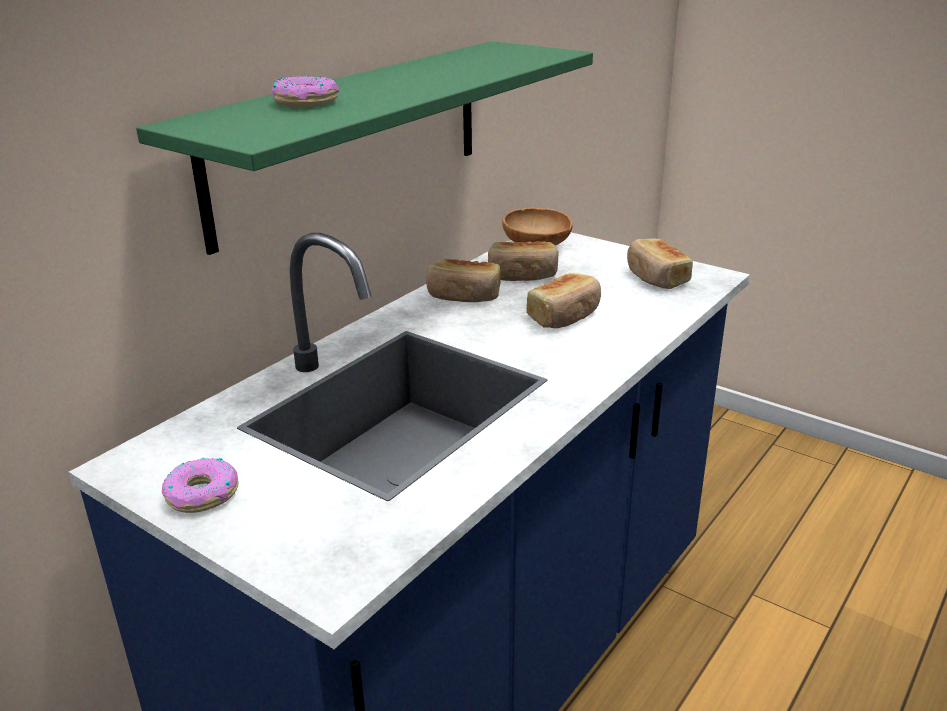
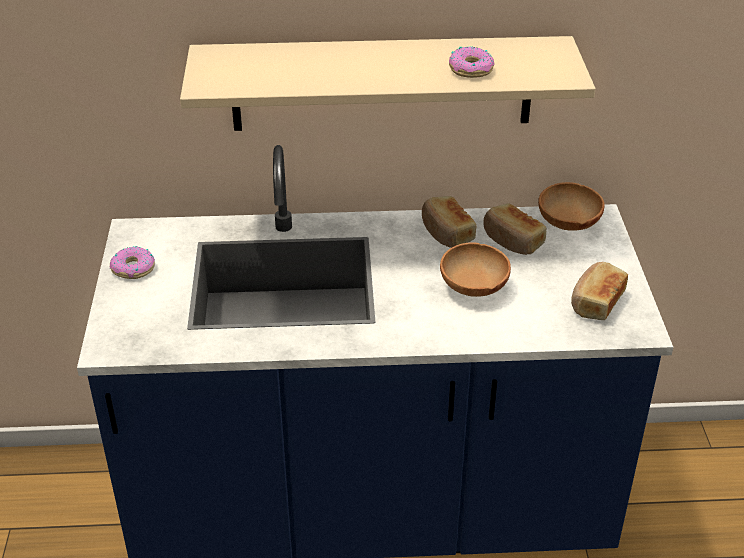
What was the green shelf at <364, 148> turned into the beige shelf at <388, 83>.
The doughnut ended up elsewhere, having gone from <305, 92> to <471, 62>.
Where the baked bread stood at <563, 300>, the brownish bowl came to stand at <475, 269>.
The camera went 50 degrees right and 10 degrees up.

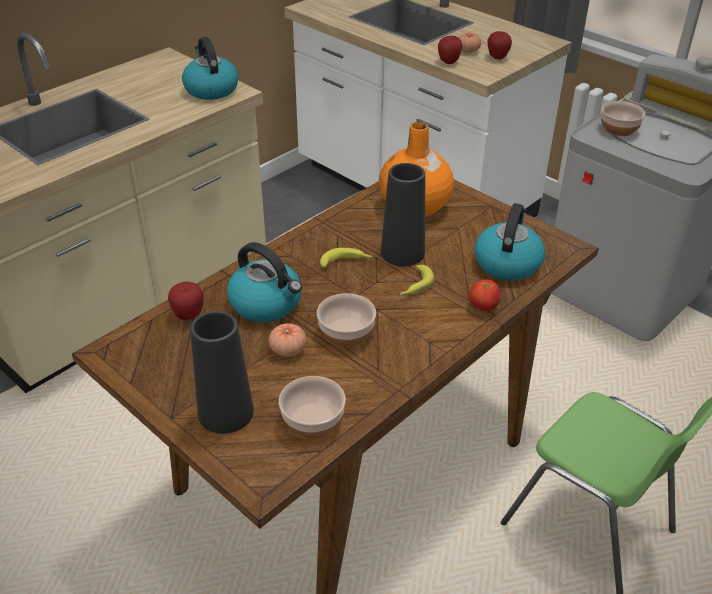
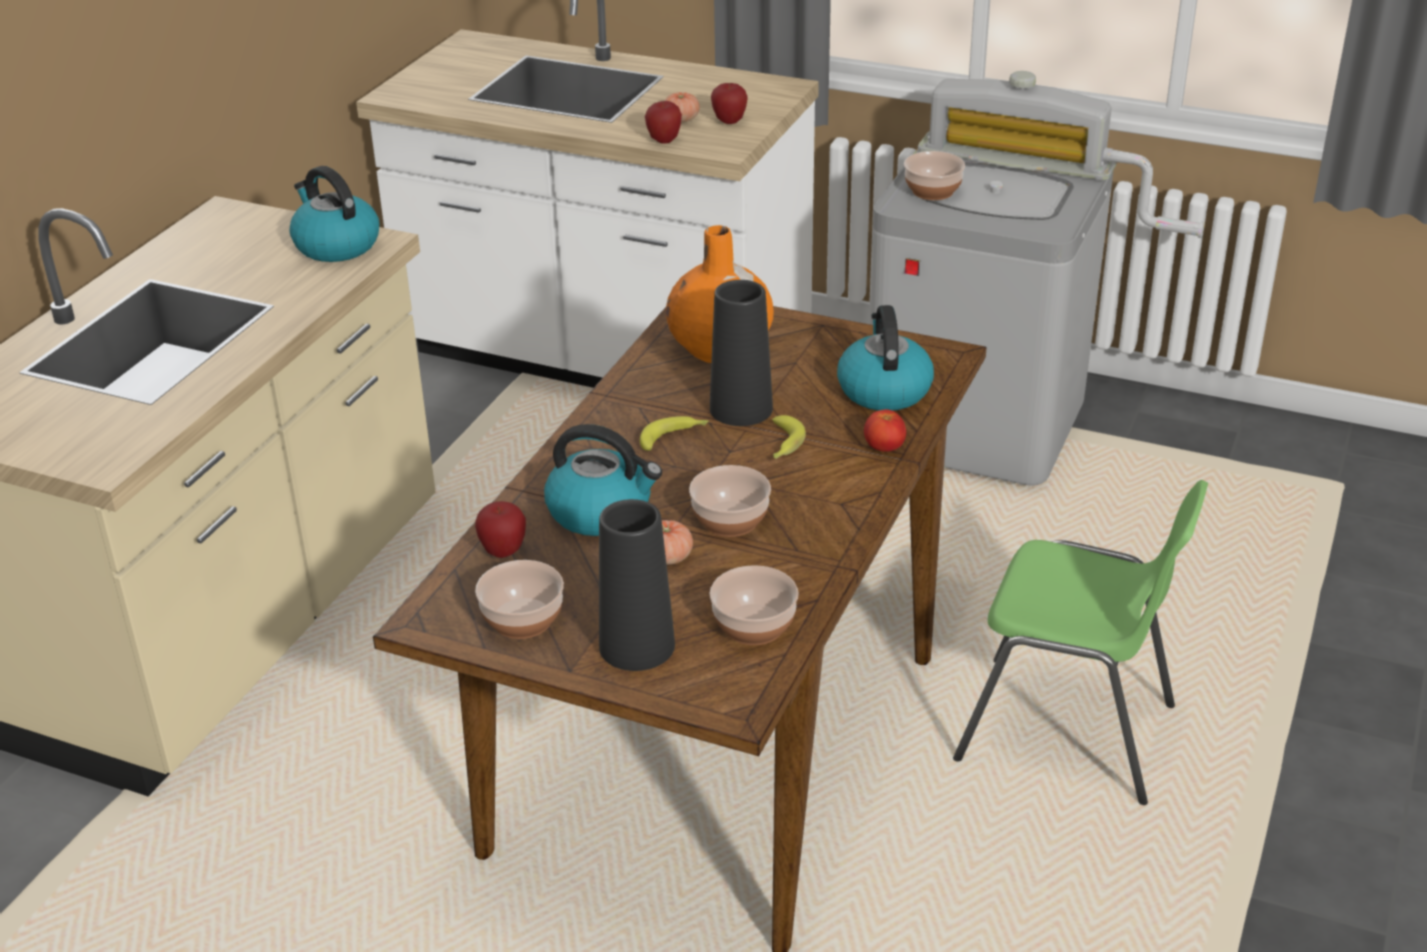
The second view gained the bowl at <519, 599>.
The camera went 20 degrees left and 5 degrees down.

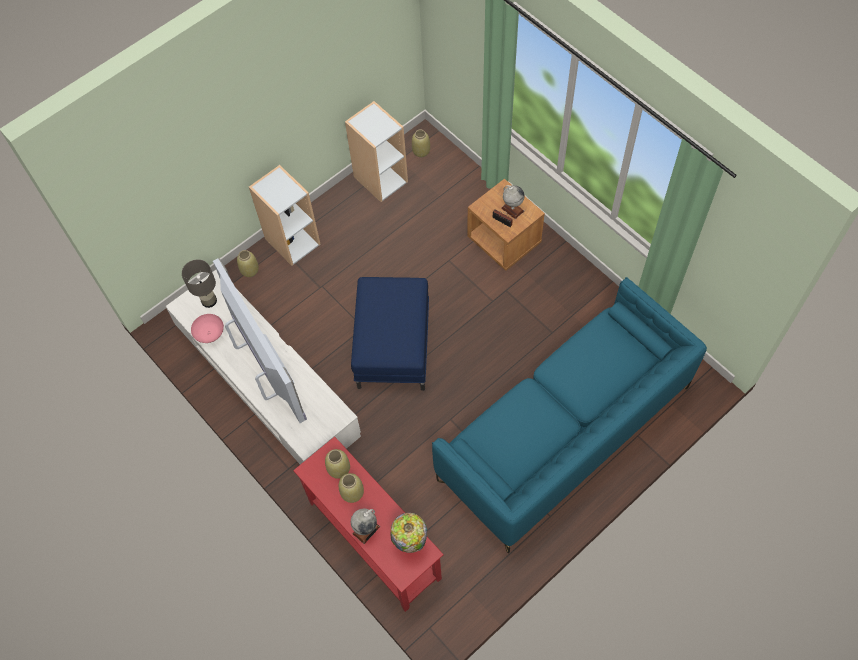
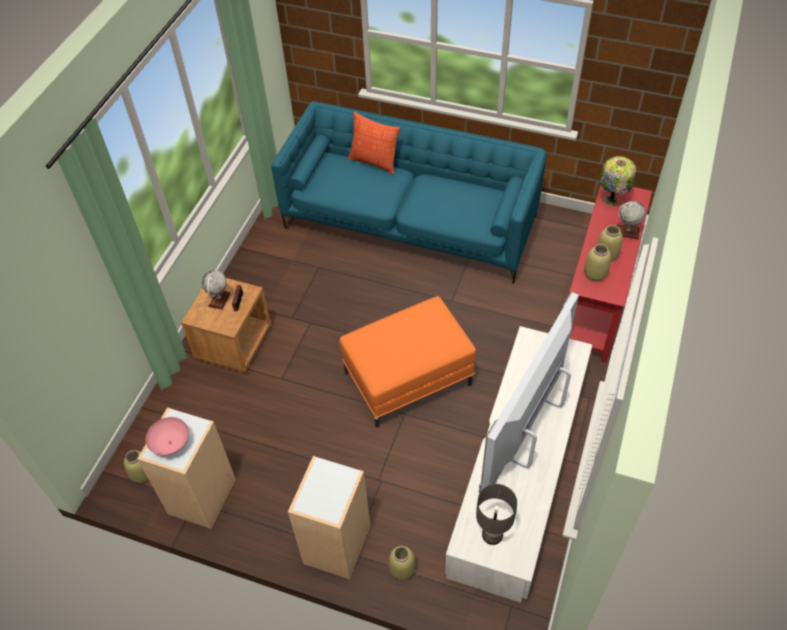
The pinkish bowl ended up elsewhere, having gone from <207, 328> to <167, 436>.
What was the blue footrest at <390, 334> turned into the orange-coloured footrest at <407, 362>.
The second view gained the orange-coloured pillow at <374, 143>.
The camera went 120 degrees left and 10 degrees down.

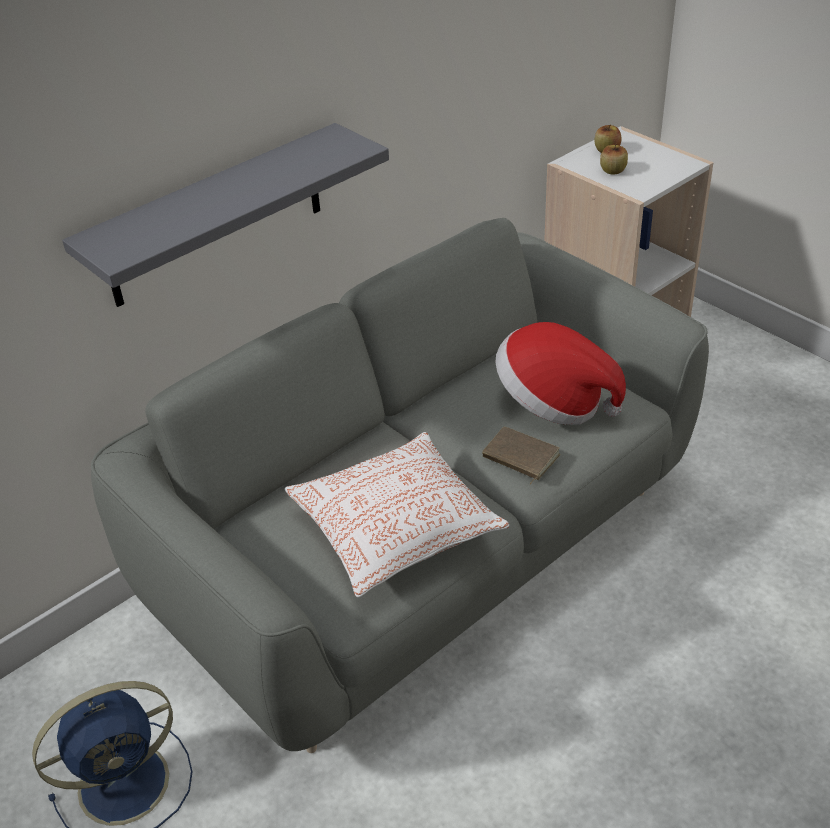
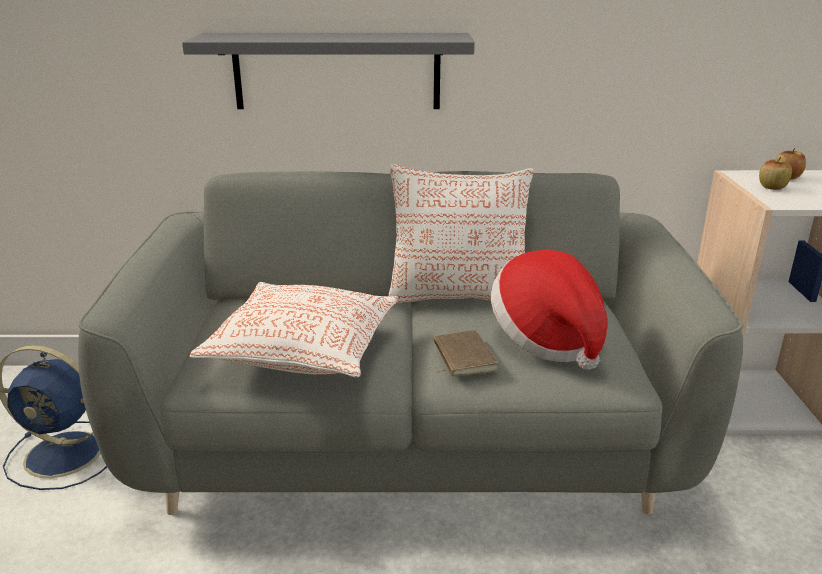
The second view gained the whitish pillow at <461, 234>.
The camera went 40 degrees right and 15 degrees down.

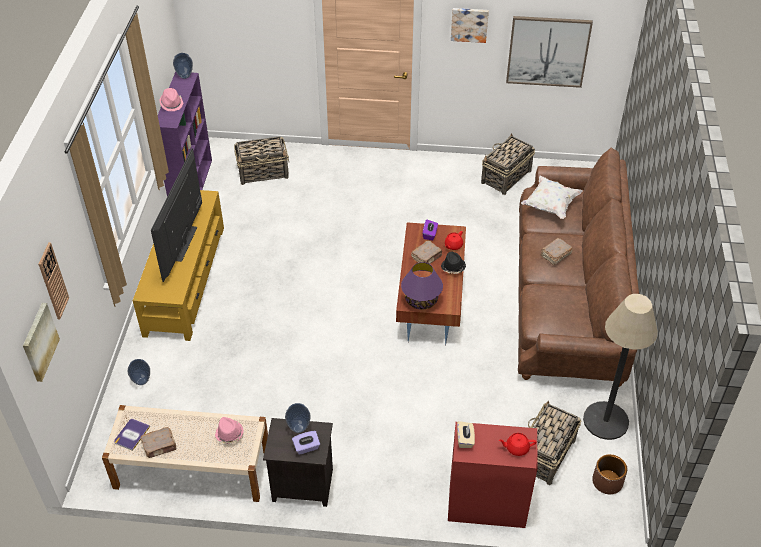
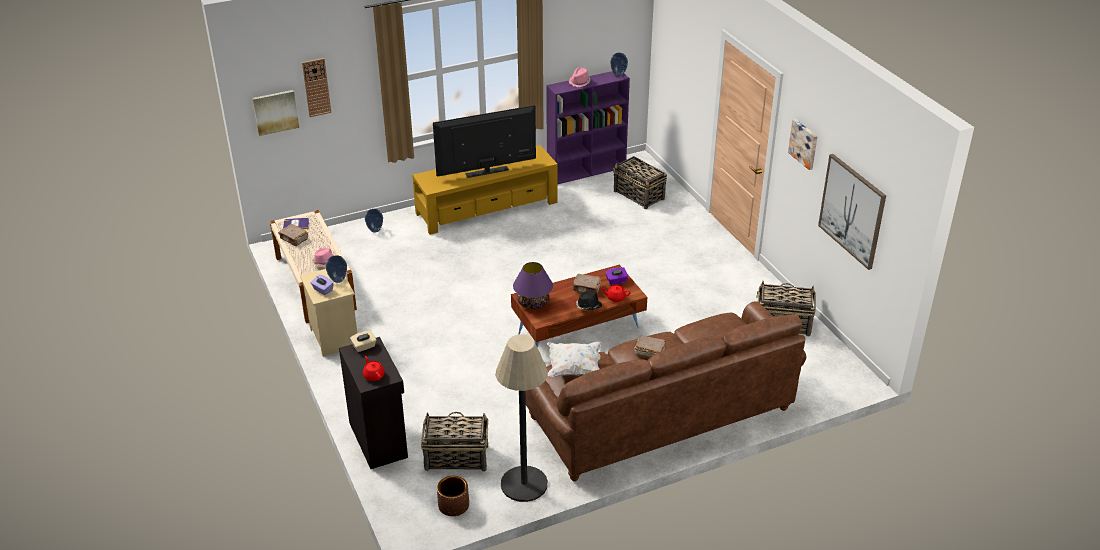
What was the blackish night table at <298, 462> turned into the beige night table at <328, 313>.
What was the reddish cupboard at <493, 475> turned into the blackish cupboard at <373, 403>.
The whitish pillow ended up elsewhere, having gone from <552, 197> to <574, 359>.
The camera went 60 degrees right and 10 degrees down.

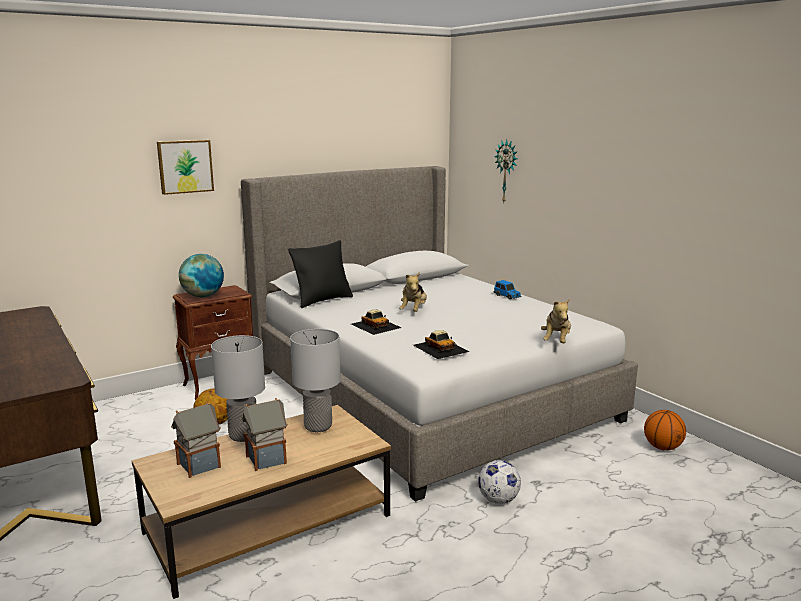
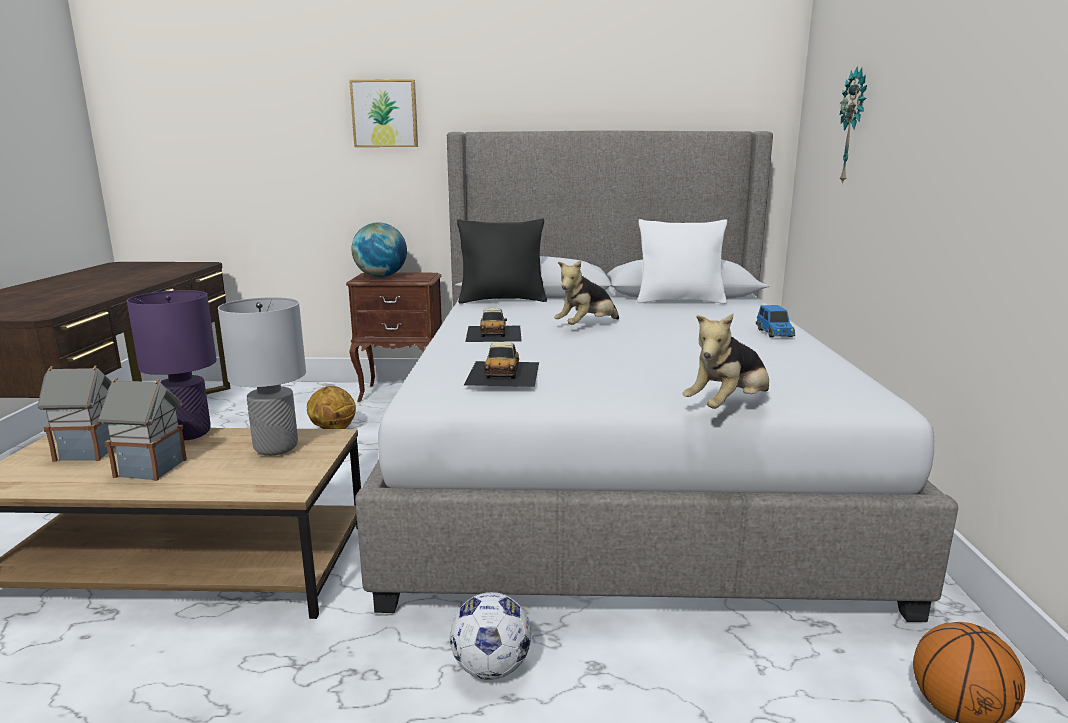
What was the grey tabletop lamp at <238, 388> turned into the purple tabletop lamp at <172, 365>.
The second view gained the whitish pillow at <682, 261>.
The camera went 35 degrees right and 0 degrees up.

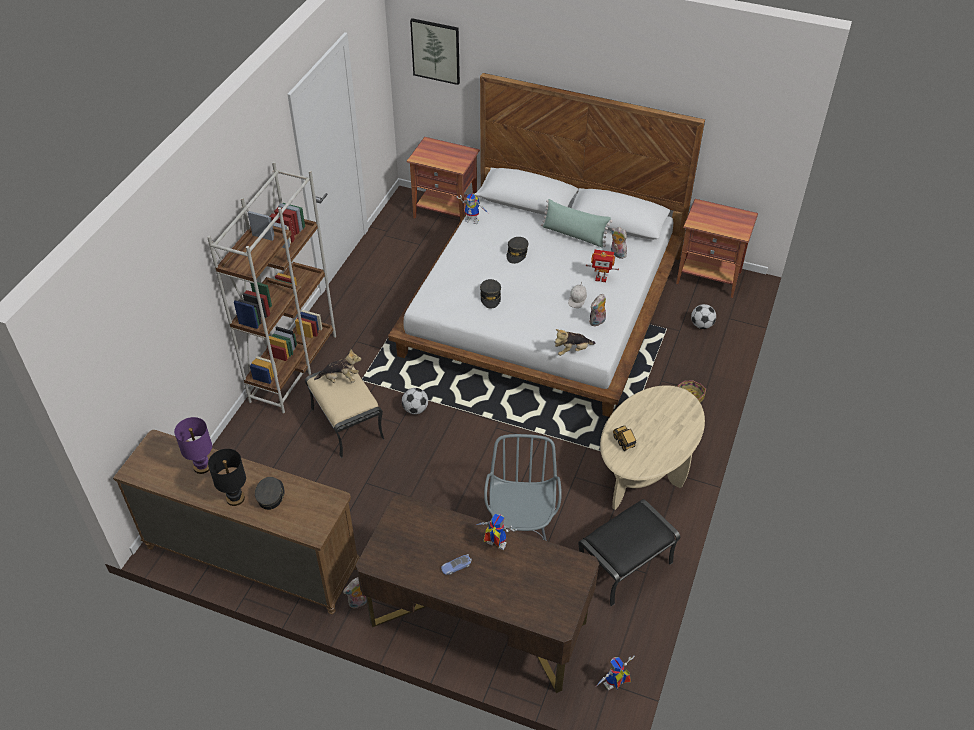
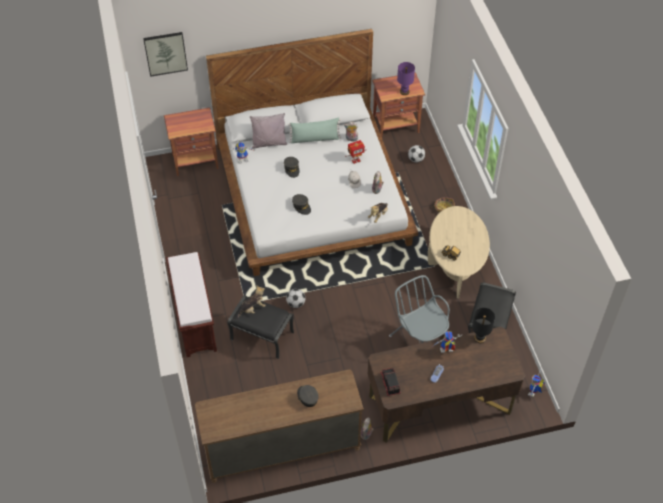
The purple tabletop lamp ended up elsewhere, having gone from <193, 445> to <406, 78>.
Where the brownish bookshelf stood at <271, 288>, the brownish indoor bench came to stand at <191, 304>.
The blackish tabletop lamp ended up elsewhere, having gone from <227, 477> to <483, 325>.
What was the beige footrest at <344, 412> turned into the blackish footrest at <260, 327>.
The second view gained the purple pillow at <268, 131>.
The second view gained the model truck at <390, 381>.
The camera went 35 degrees left and 5 degrees up.

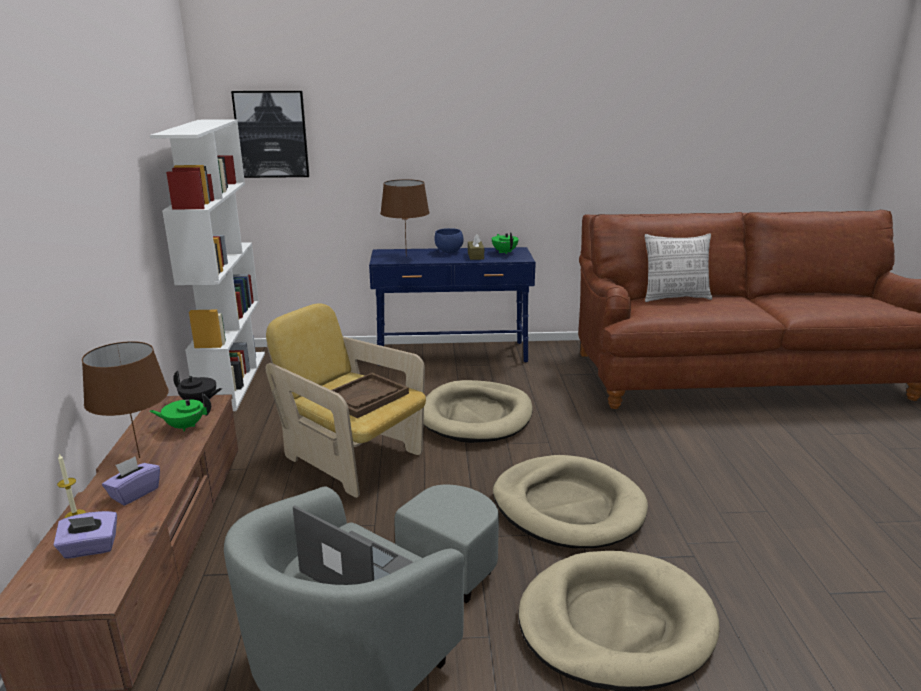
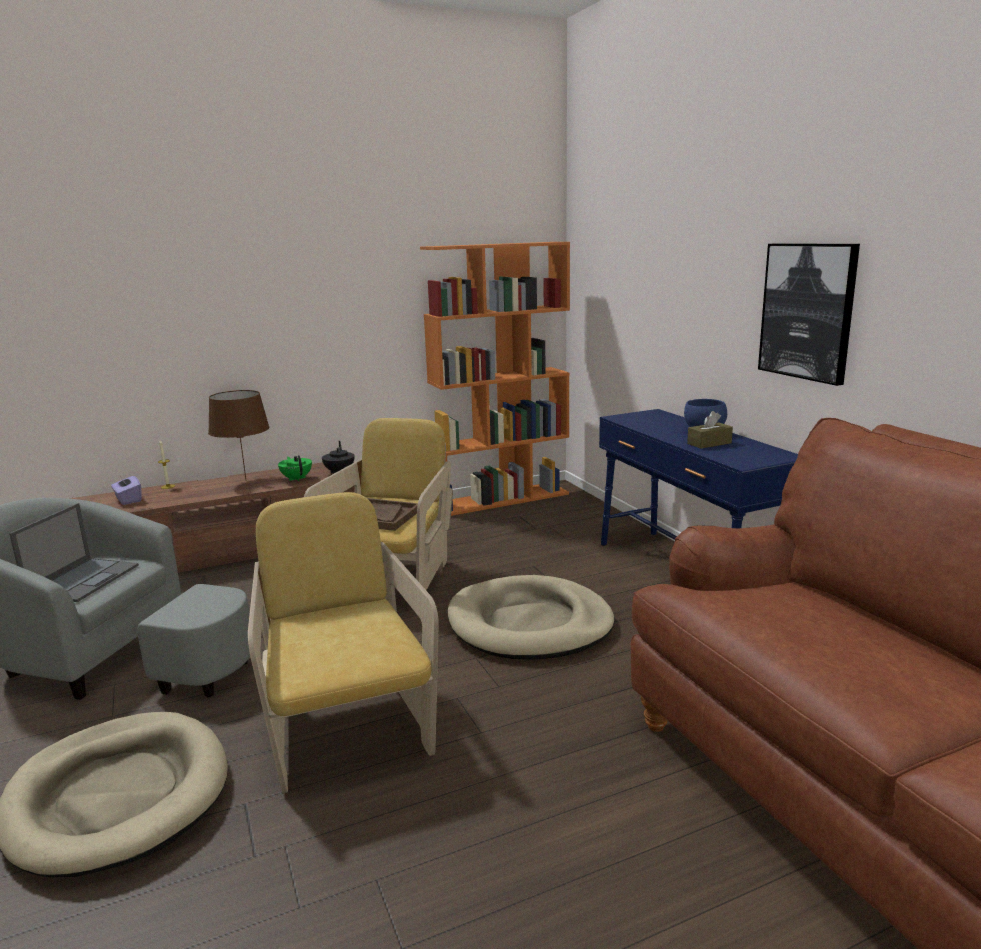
The second view lost the purple box of tissues at <131, 481>.
What was the whitish bookshelf at <207, 265> turned into the orange-coloured bookshelf at <495, 379>.
The wall art ended up elsewhere, having gone from <270, 134> to <809, 315>.
The second view lost the brownish tabletop lamp at <404, 217>.
The second view lost the green pot for tea at <505, 243>.
Where the beige dog bed stood at <570, 501>, the yellow armchair came to stand at <343, 642>.
The second view lost the pillow at <678, 267>.
The camera went 70 degrees right and 5 degrees down.

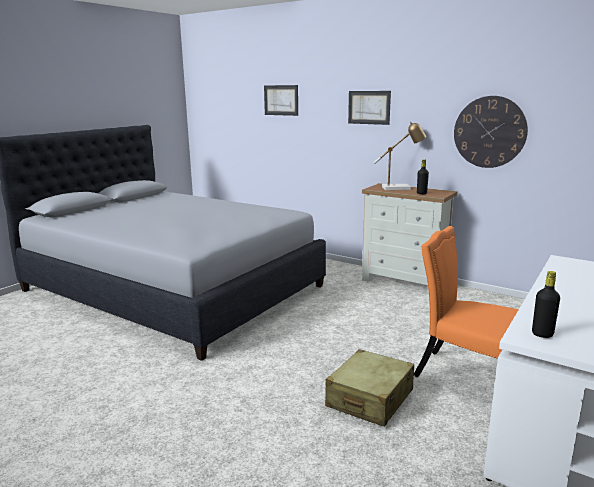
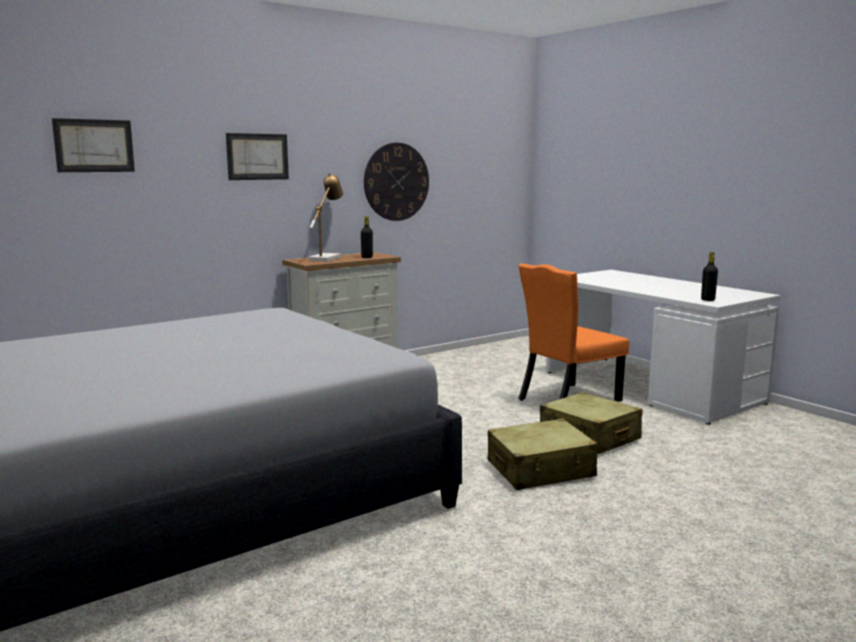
The second view gained the beige suitcase at <543, 454>.
The camera went 70 degrees left and 5 degrees down.

